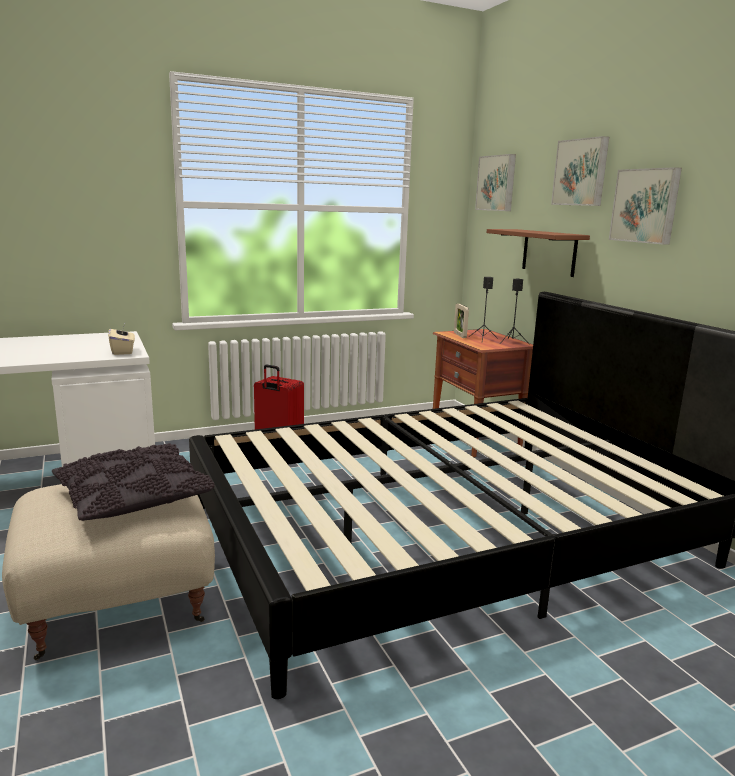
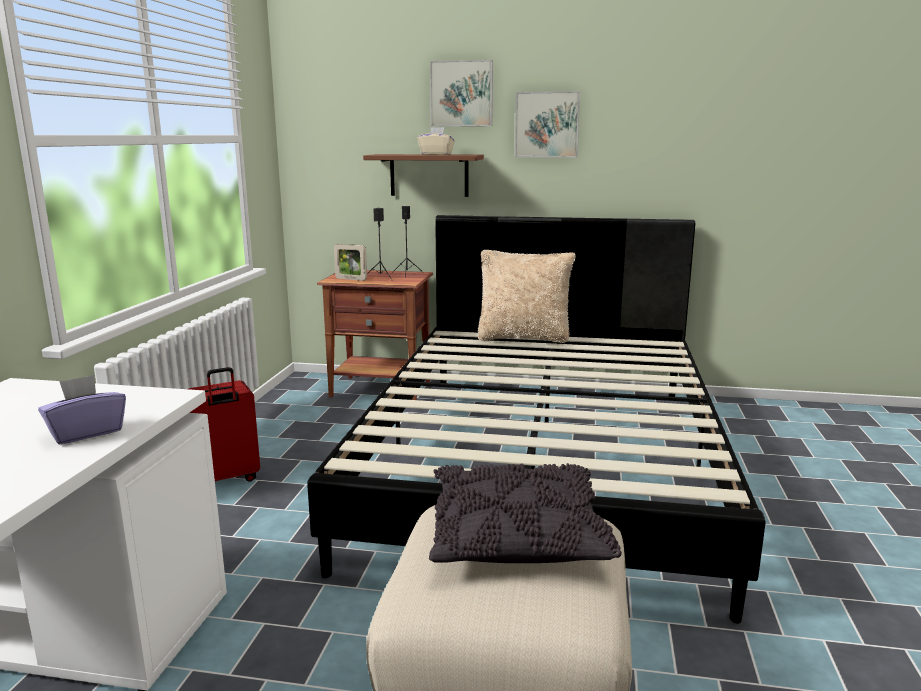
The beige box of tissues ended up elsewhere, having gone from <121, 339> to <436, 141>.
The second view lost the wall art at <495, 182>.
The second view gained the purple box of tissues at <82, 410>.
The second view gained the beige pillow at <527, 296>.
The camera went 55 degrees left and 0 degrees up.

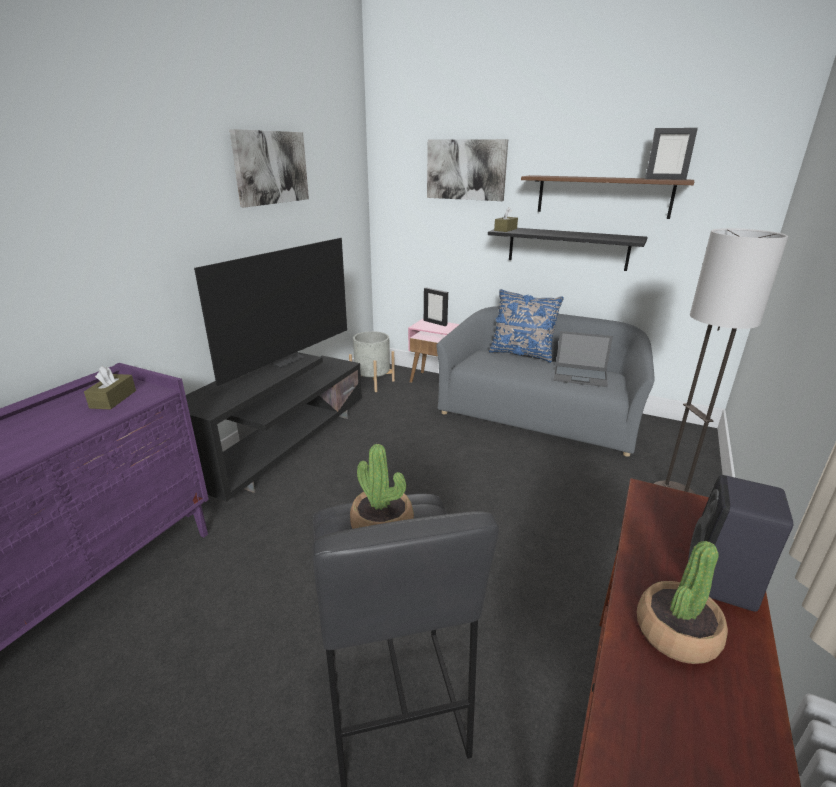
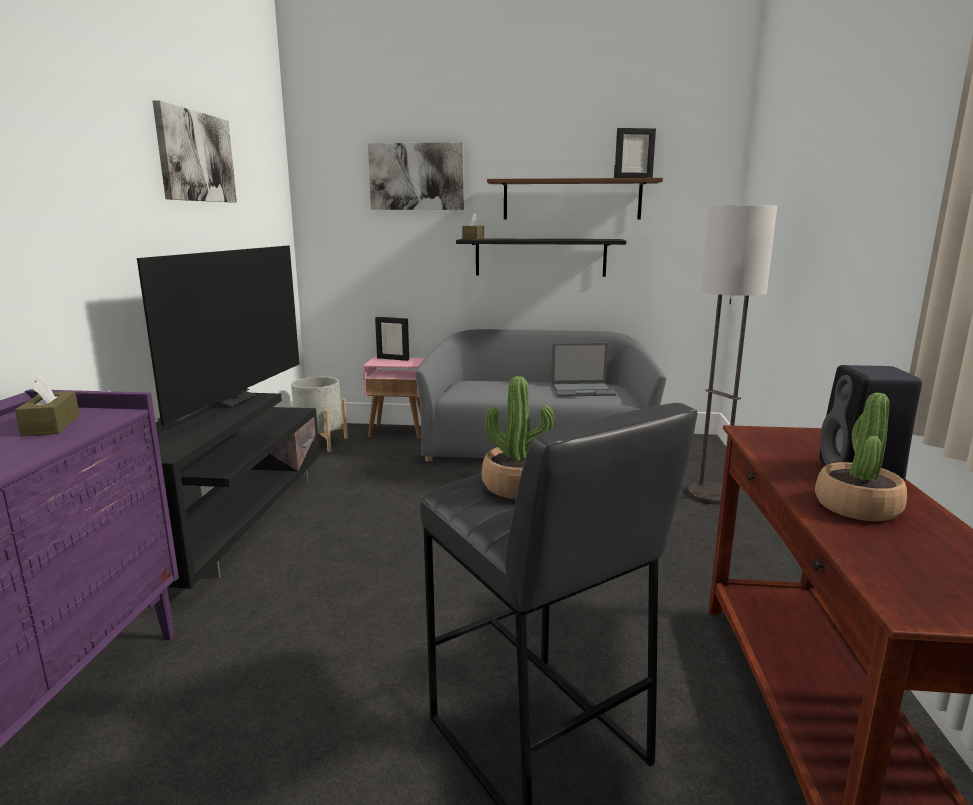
The second view lost the blue pillow at <526, 326>.
The camera went 20 degrees left and 10 degrees down.

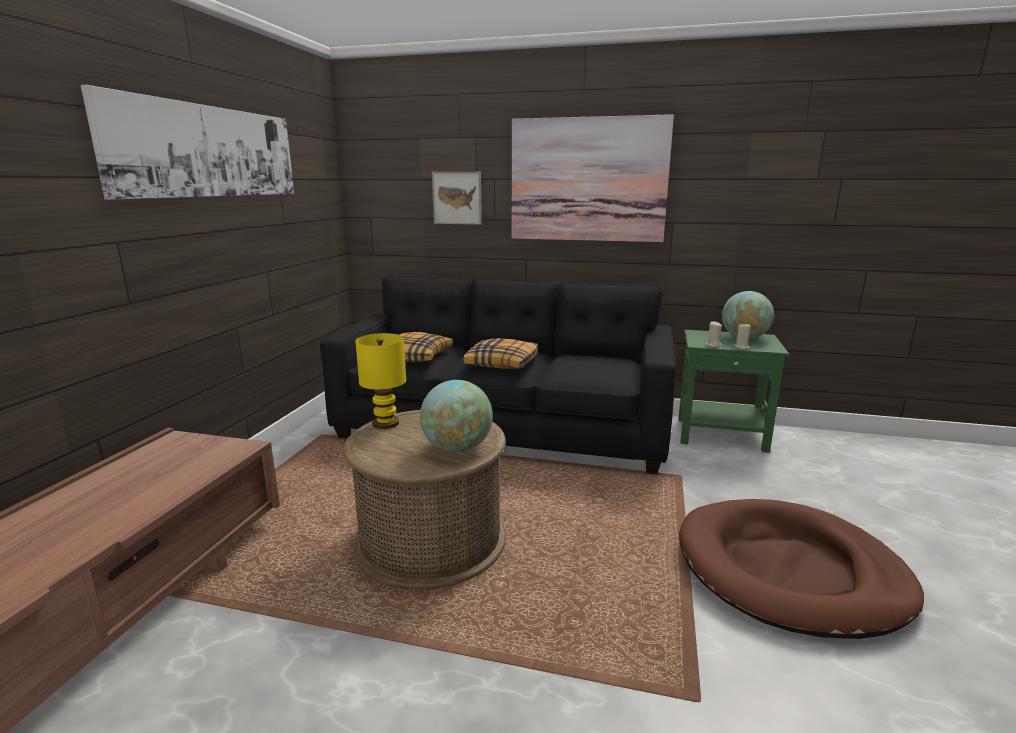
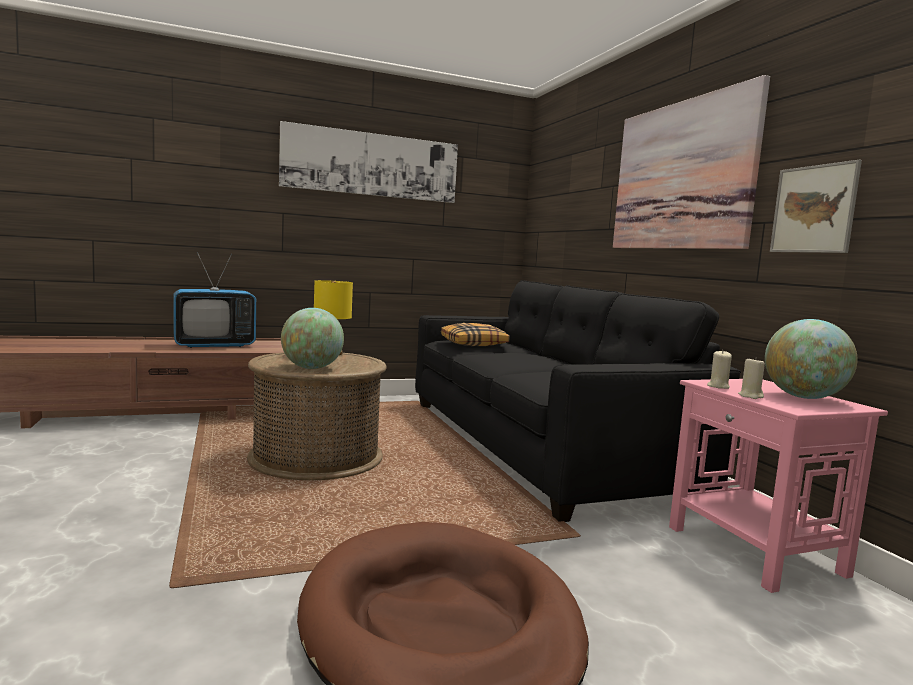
The wall art ended up elsewhere, having gone from <457, 198> to <816, 206>.
The second view lost the pillow at <501, 353>.
What was the green accent table at <733, 391> turned into the pinkish accent table at <778, 486>.
The second view gained the television at <214, 300>.
The camera went 55 degrees right and 10 degrees down.

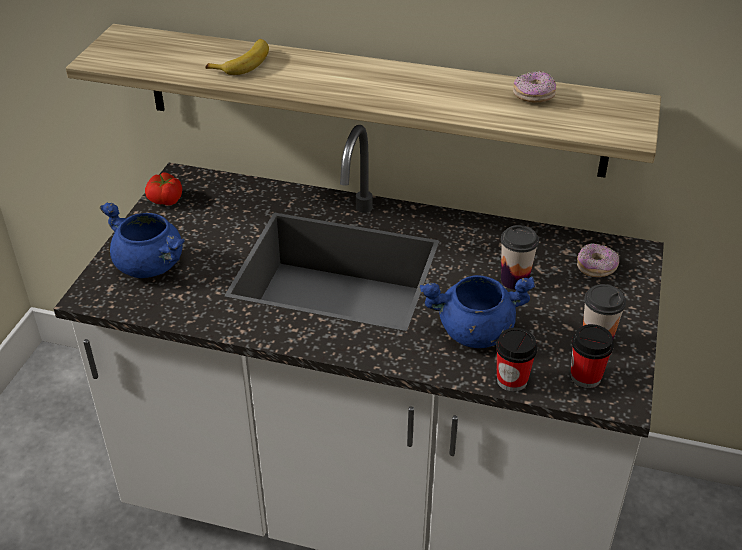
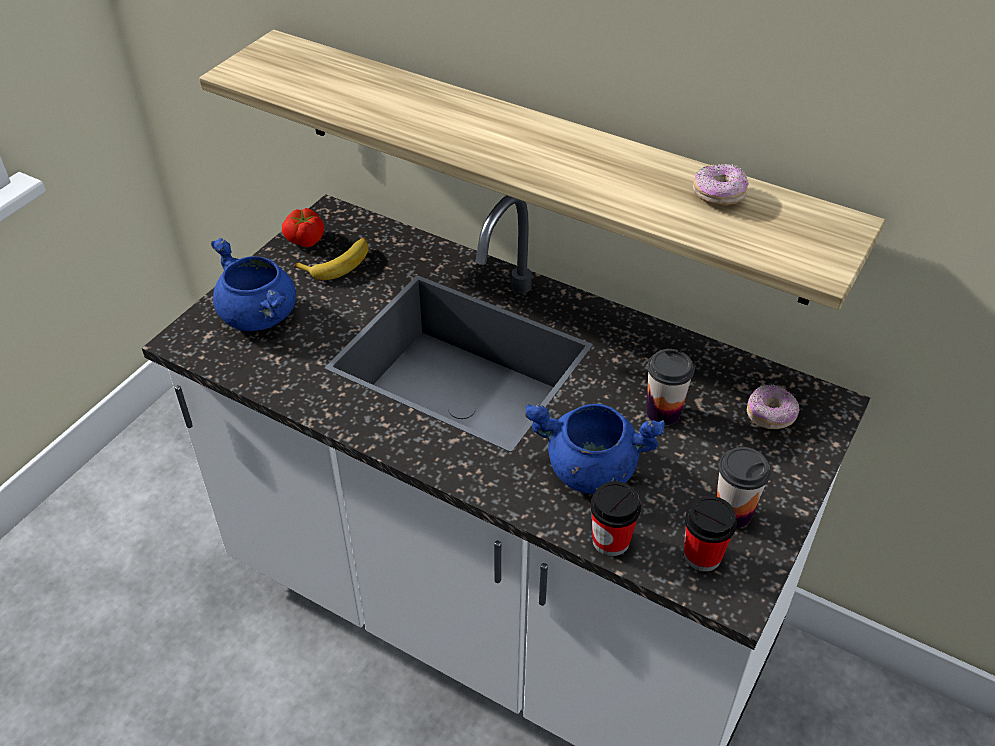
The whole banana ended up elsewhere, having gone from <237, 57> to <331, 259>.
The camera went 15 degrees right and 5 degrees up.

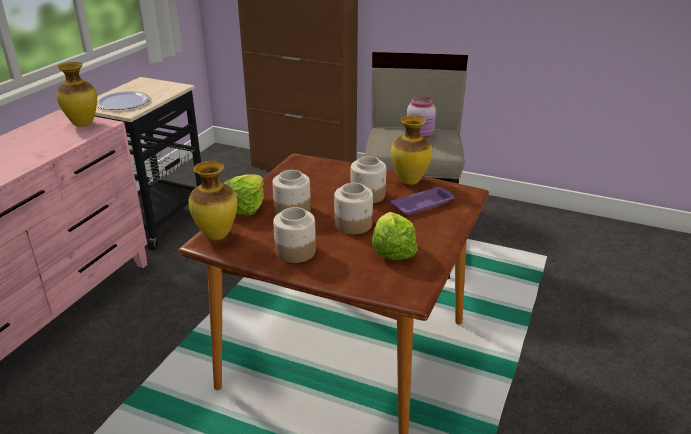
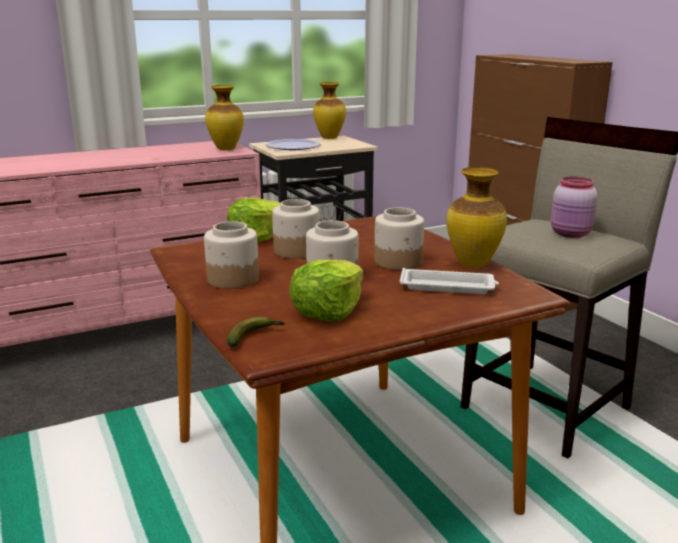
The flower vase ended up elsewhere, having gone from <213, 200> to <329, 110>.
What was the purple carrying tray at <422, 201> turned into the whitish carrying tray at <449, 281>.
The second view gained the whole banana at <255, 331>.
The camera went 40 degrees right and 10 degrees down.

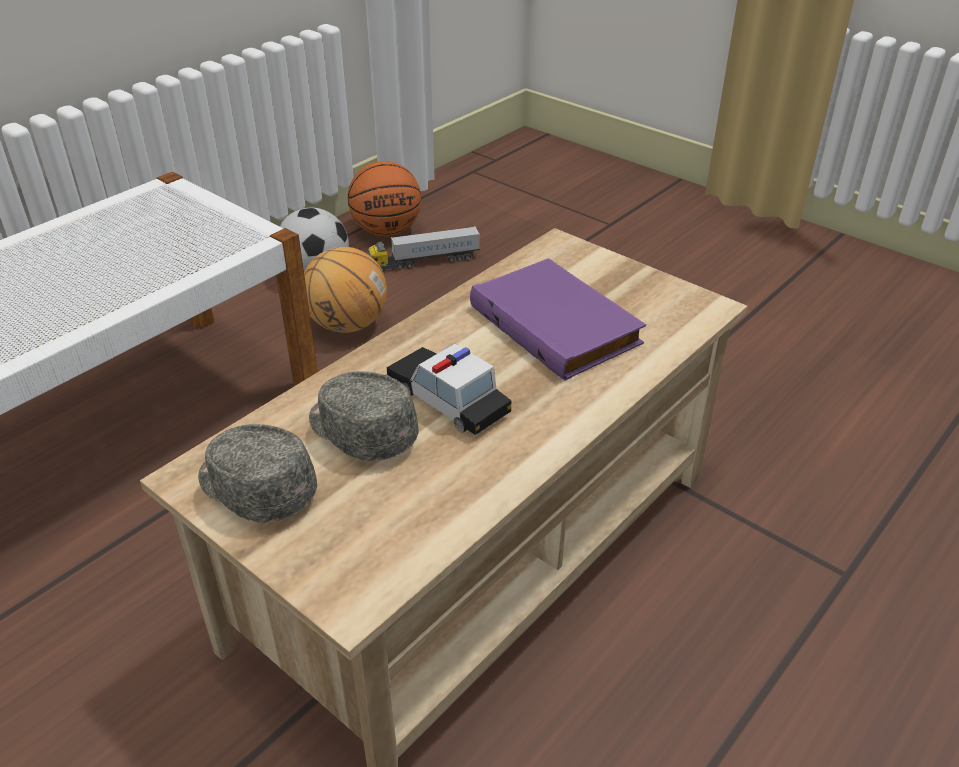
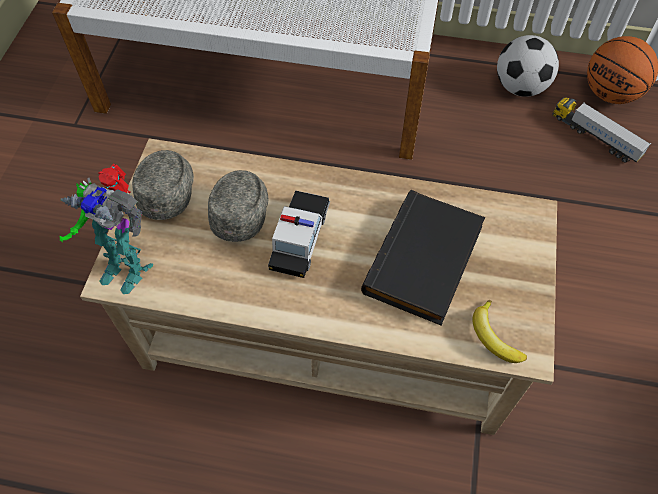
The second view lost the ball for basketball at <345, 290>.
What was the purple book at <558, 319> turned into the blackish book at <423, 257>.
The second view gained the model robot at <106, 229>.
The second view gained the whole banana at <500, 331>.
The camera went 60 degrees right and 20 degrees up.

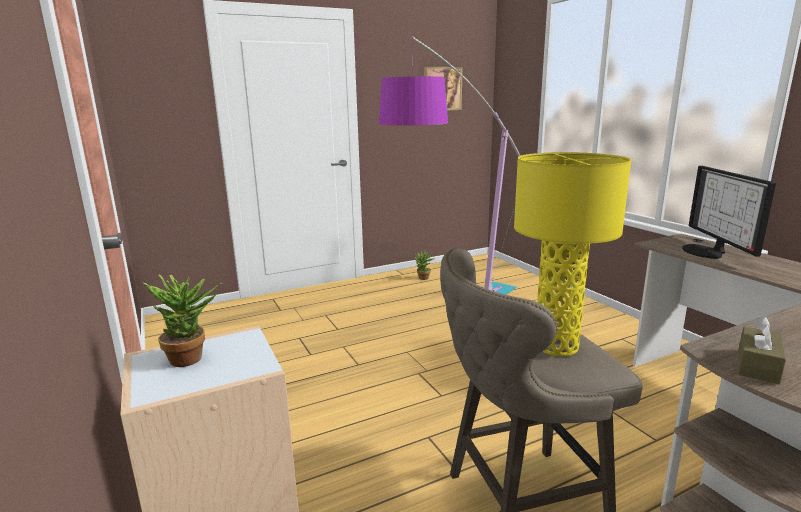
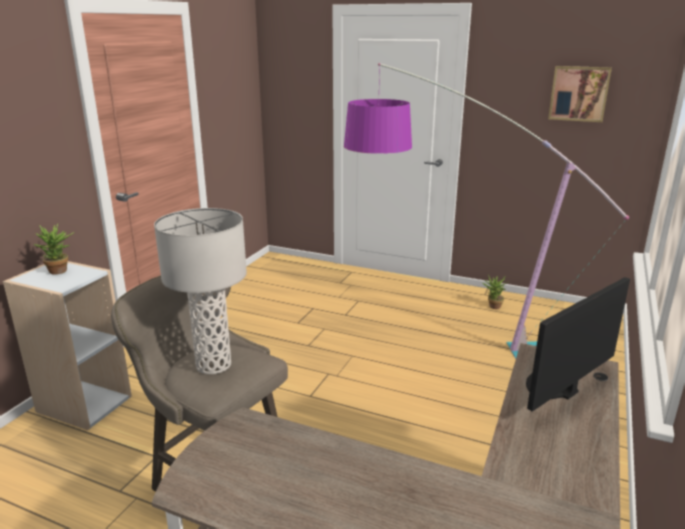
What was the yellow tabletop lamp at <572, 254> turned into the whitish tabletop lamp at <200, 291>.
The second view lost the brownish box of tissues at <762, 350>.
The camera went 50 degrees right and 5 degrees up.

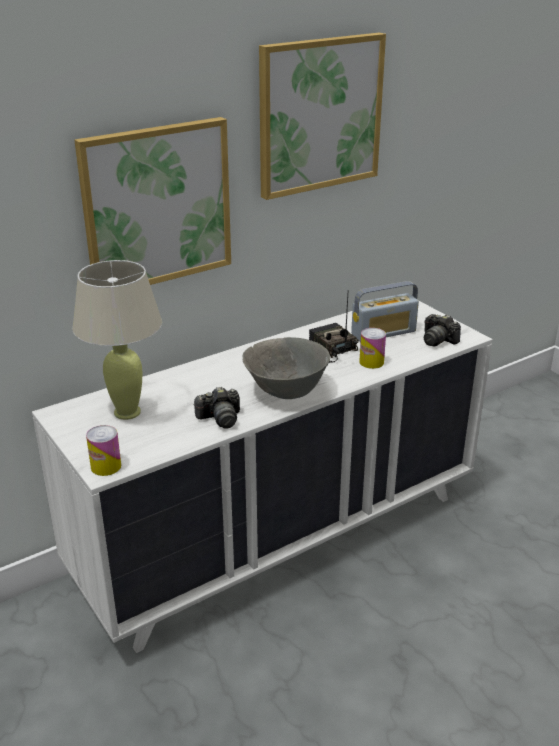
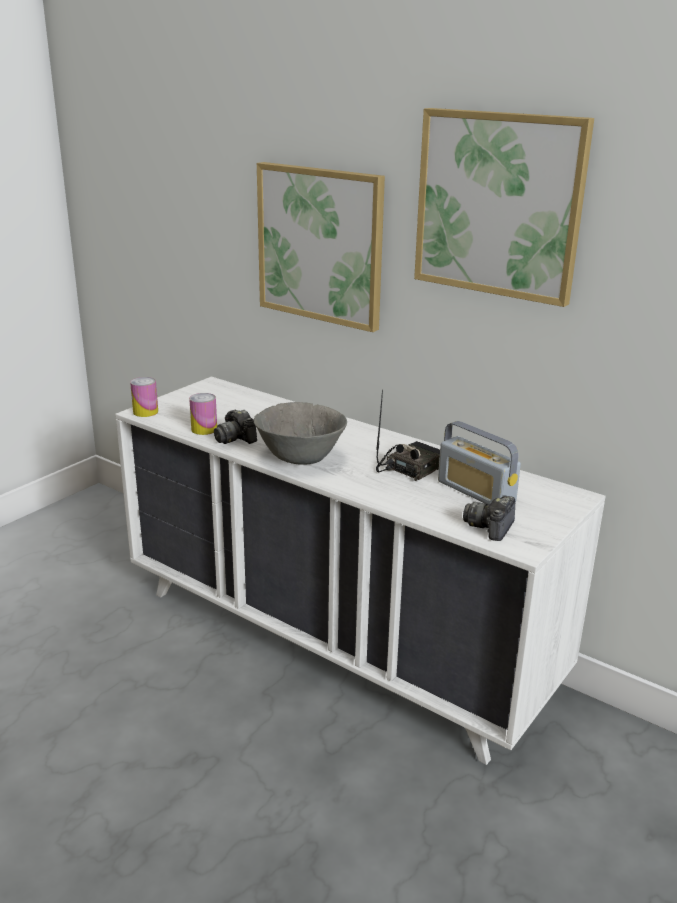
The second view lost the beige tabletop lamp at <117, 340>.
The sealed can ended up elsewhere, having gone from <372, 348> to <203, 414>.
The camera went 70 degrees right and 5 degrees down.

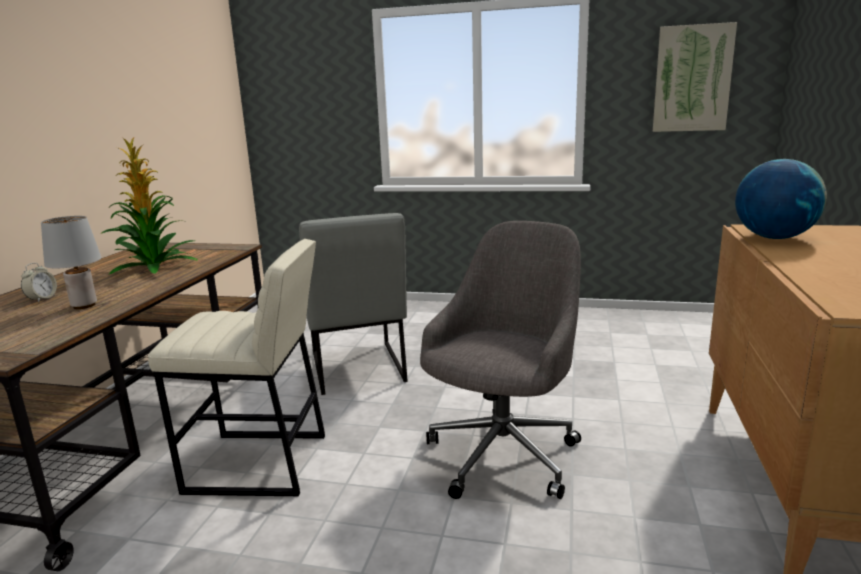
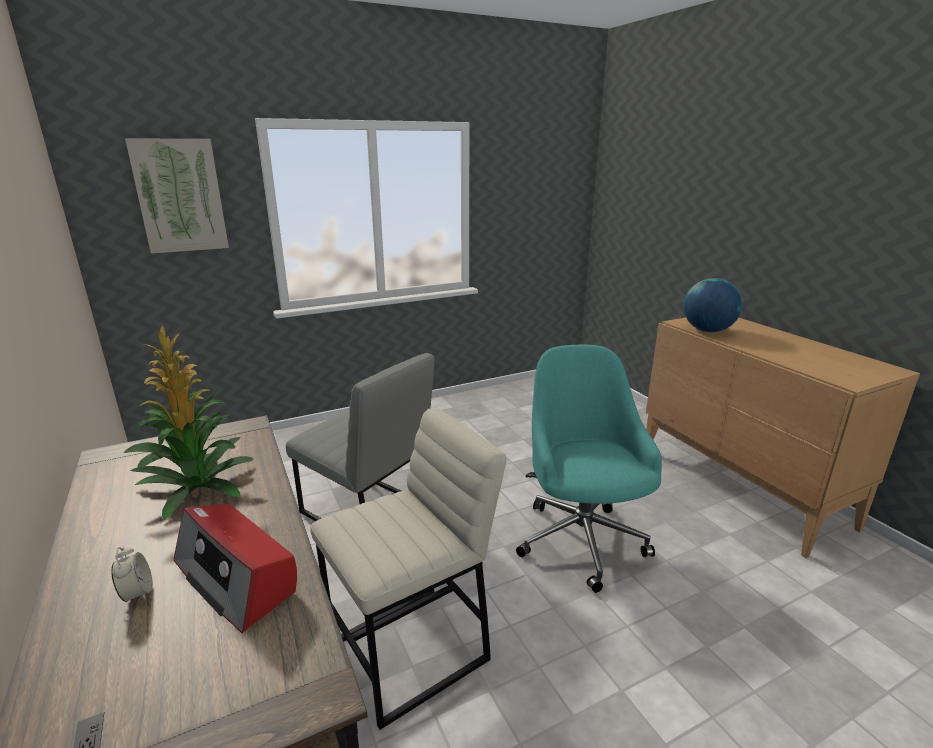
Where the grey tabletop lamp stood at <71, 262>, the radio set came to stand at <235, 568>.
What was the grey computer chair at <500, 360> turned into the turquoise-coloured computer chair at <589, 469>.
The wall art ended up elsewhere, having gone from <695, 77> to <177, 196>.
The camera went 40 degrees left and 5 degrees up.

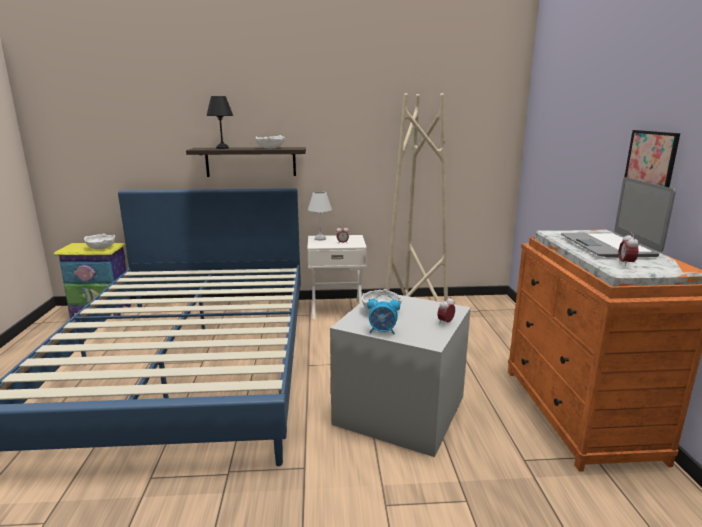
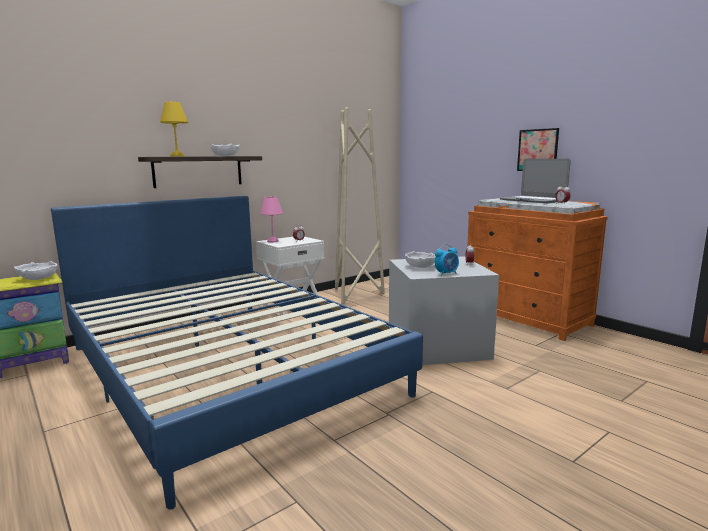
What was the blackish tabletop lamp at <219, 122> turned into the yellow tabletop lamp at <174, 129>.
What was the whitish tabletop lamp at <320, 215> turned into the pinkish tabletop lamp at <271, 219>.
The camera went 35 degrees left and 5 degrees down.

